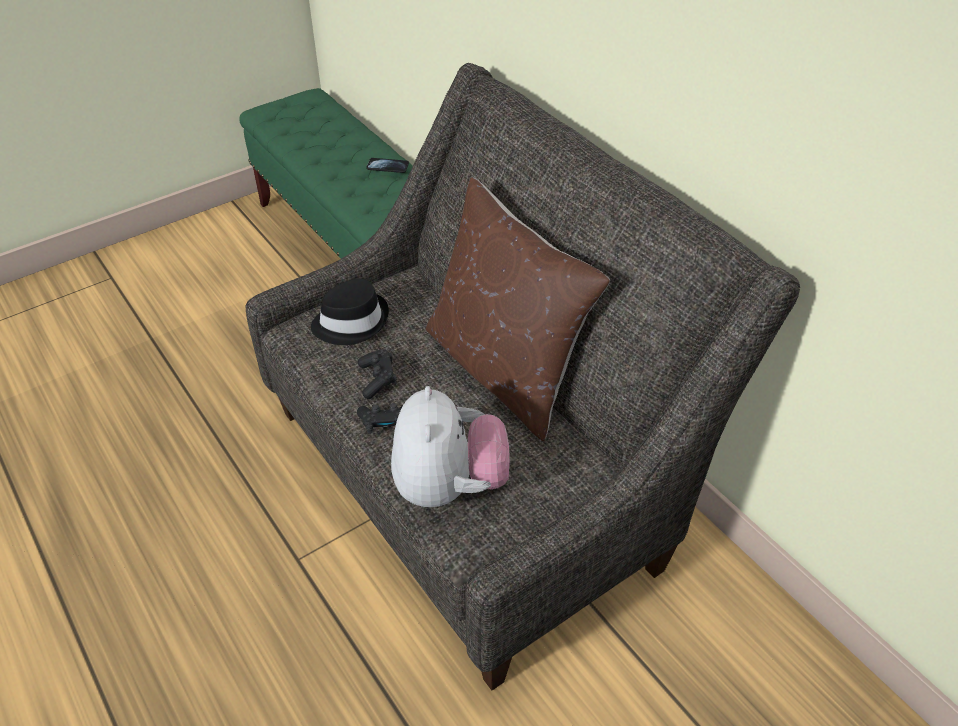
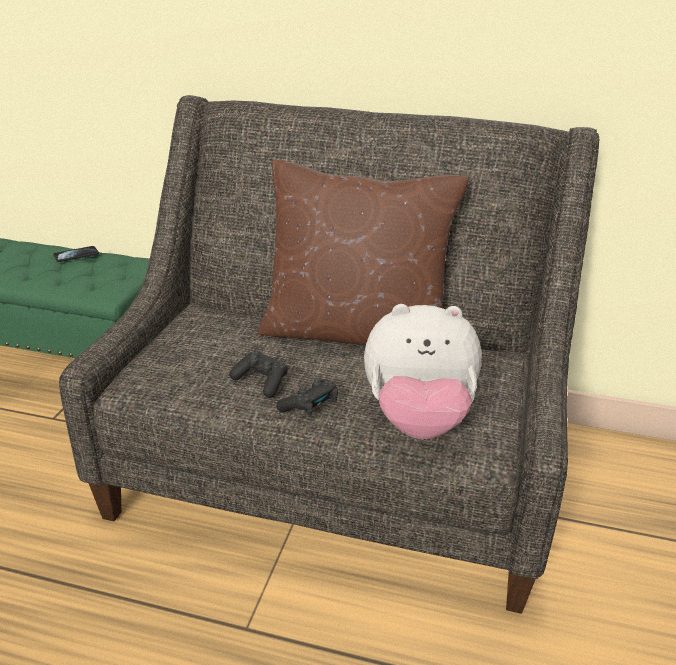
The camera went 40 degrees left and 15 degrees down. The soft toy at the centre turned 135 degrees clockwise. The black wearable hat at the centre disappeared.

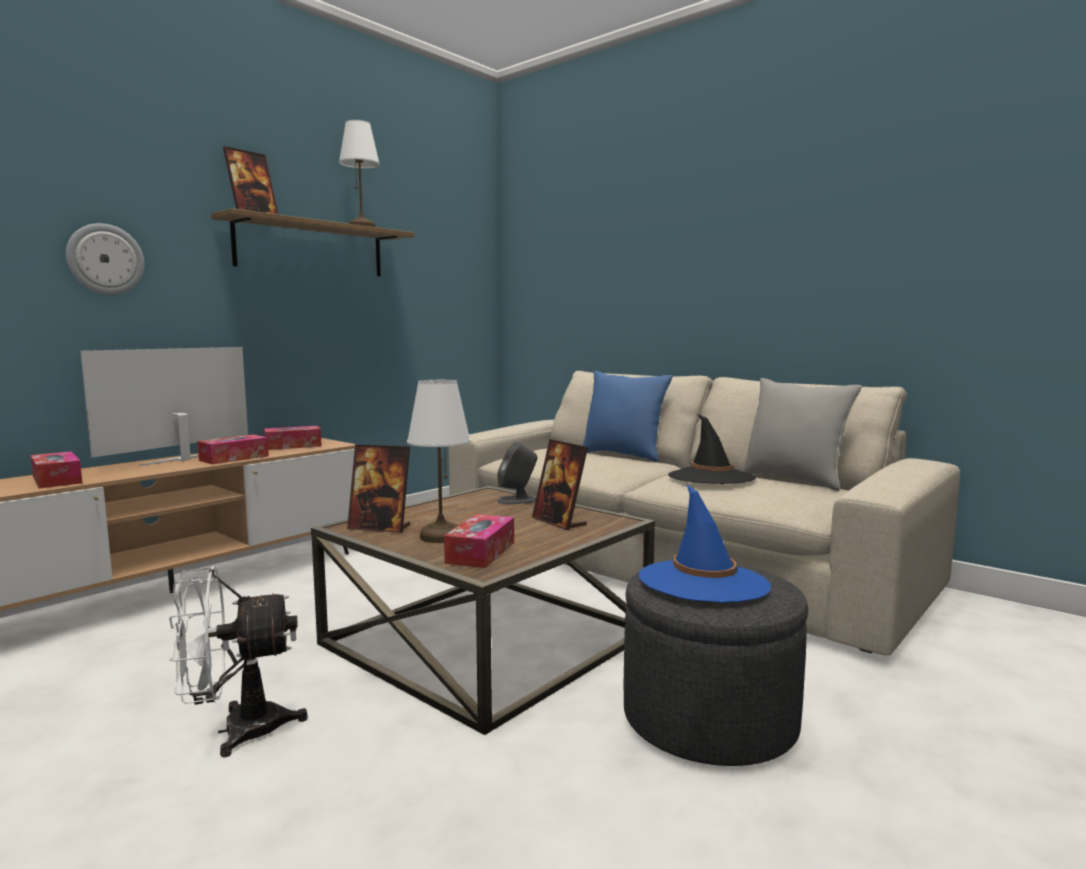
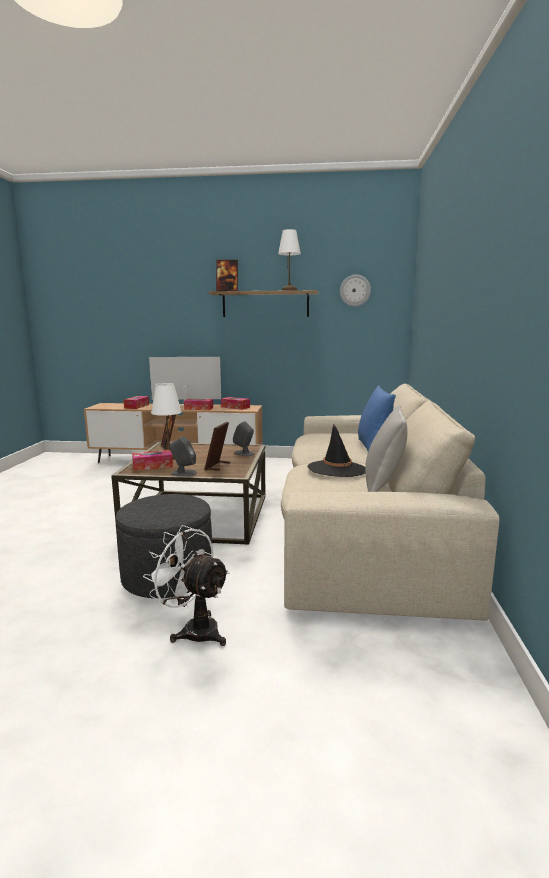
The camera went 55 degrees right and 5 degrees up. The whitish electric fan moved from the bottom left to the centre. The gray loudspeaker (1st from left) at the centre appeared. The hanging clock moved from the top left to the top centre. The bluish wearable hat at the centre disappeared.

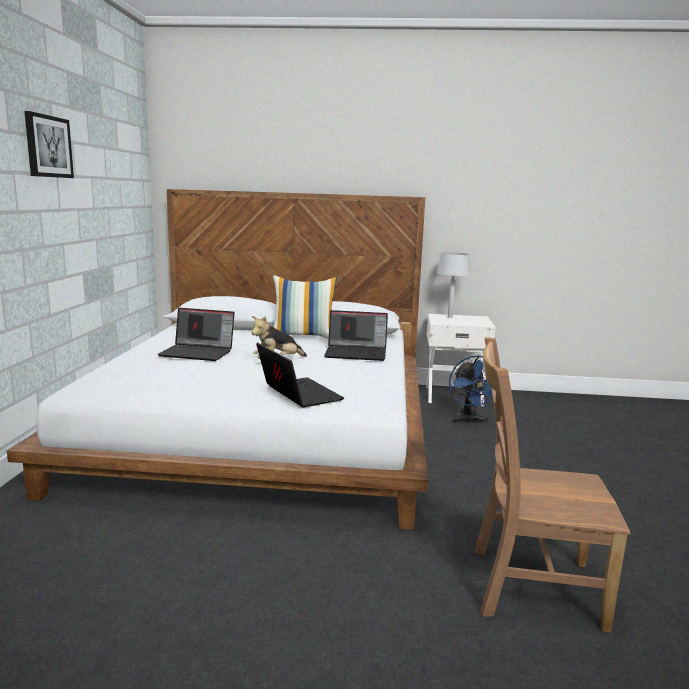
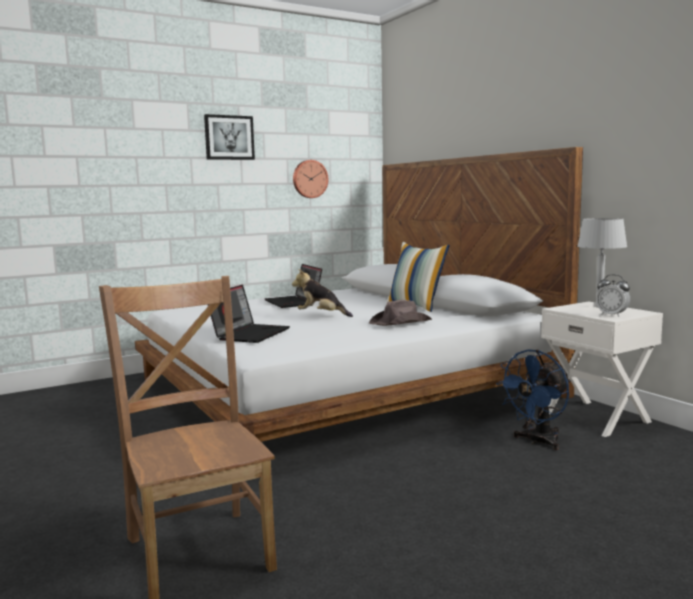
The camera went 55 degrees right and 5 degrees down. The hanging clock at the top centre appeared. The portable computer (3rd from left) at the centre was replaced by the brown-coloured wearable hat at the centre. The bedside clock at the middle right appeared.

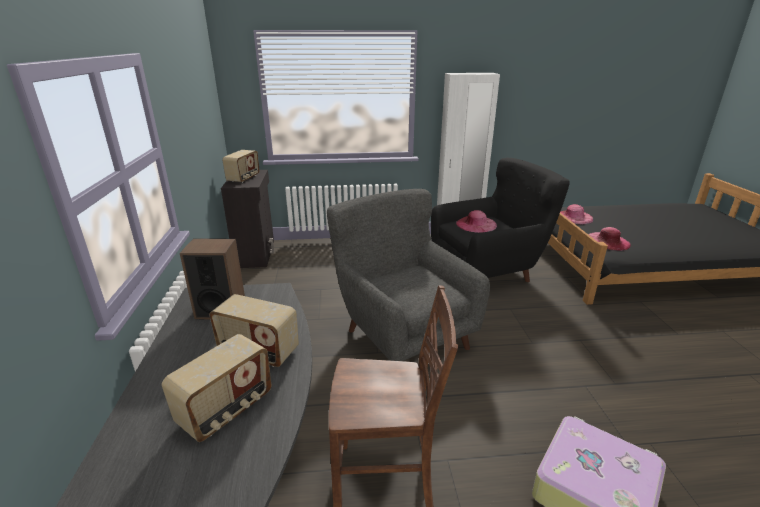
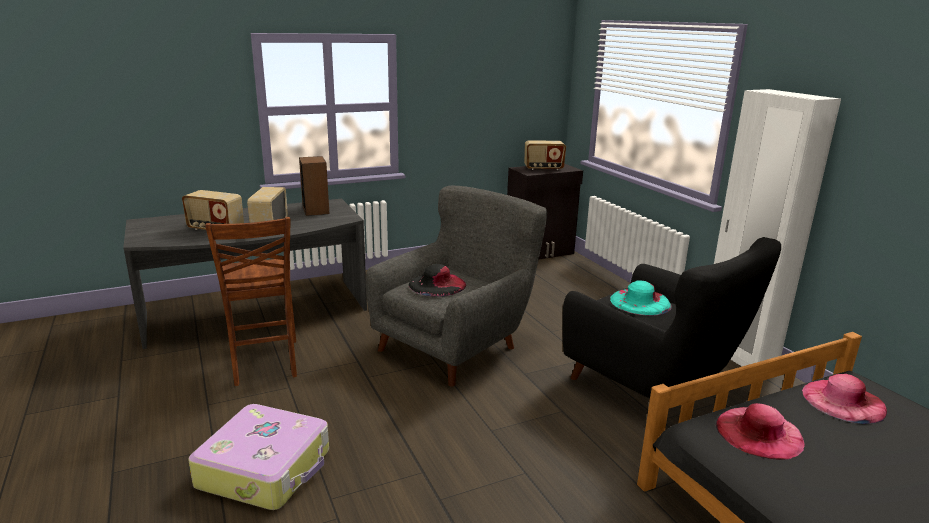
The camera went 70 degrees right and 5 degrees down. The black wearable hat at the centre appeared. The pinkish wearable hat (1st from left) at the centre became the turquoise wearable hat at the middle right.

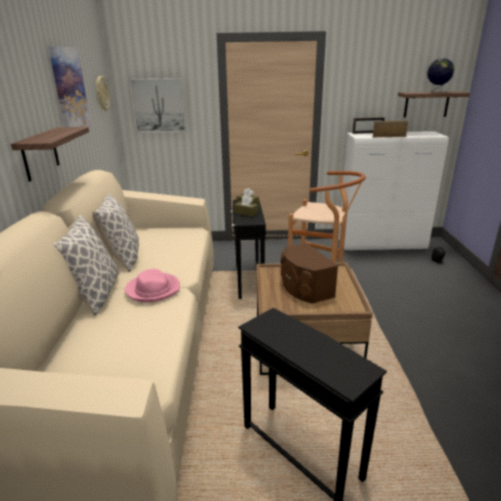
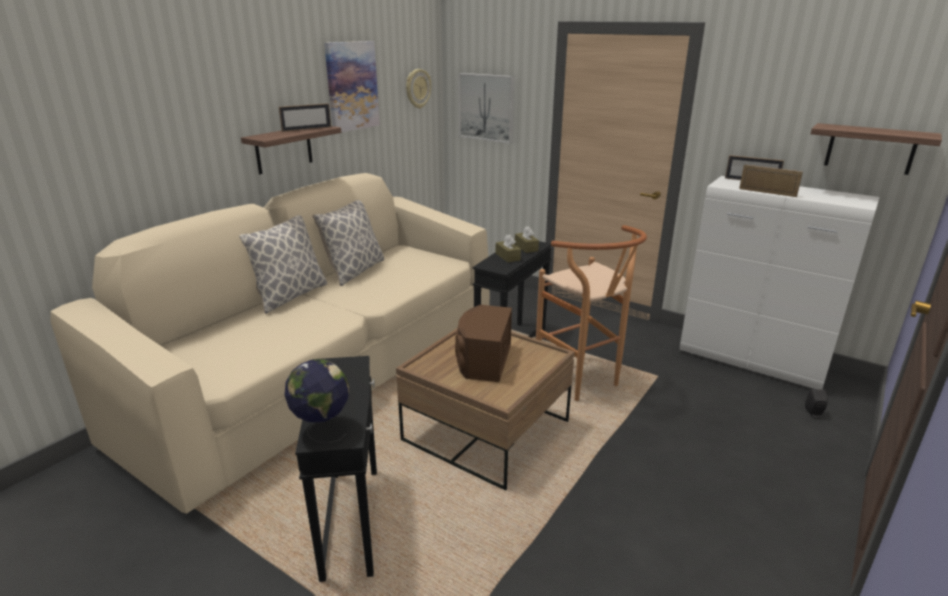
The camera went 35 degrees right and 0 degrees up. The picture frame (1st from left) at the top left appeared. The desk globe moved from the top right to the bottom centre. The pinkish wearable hat at the middle left disappeared.

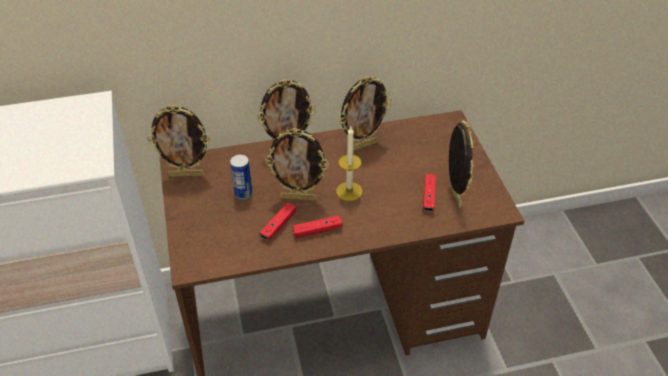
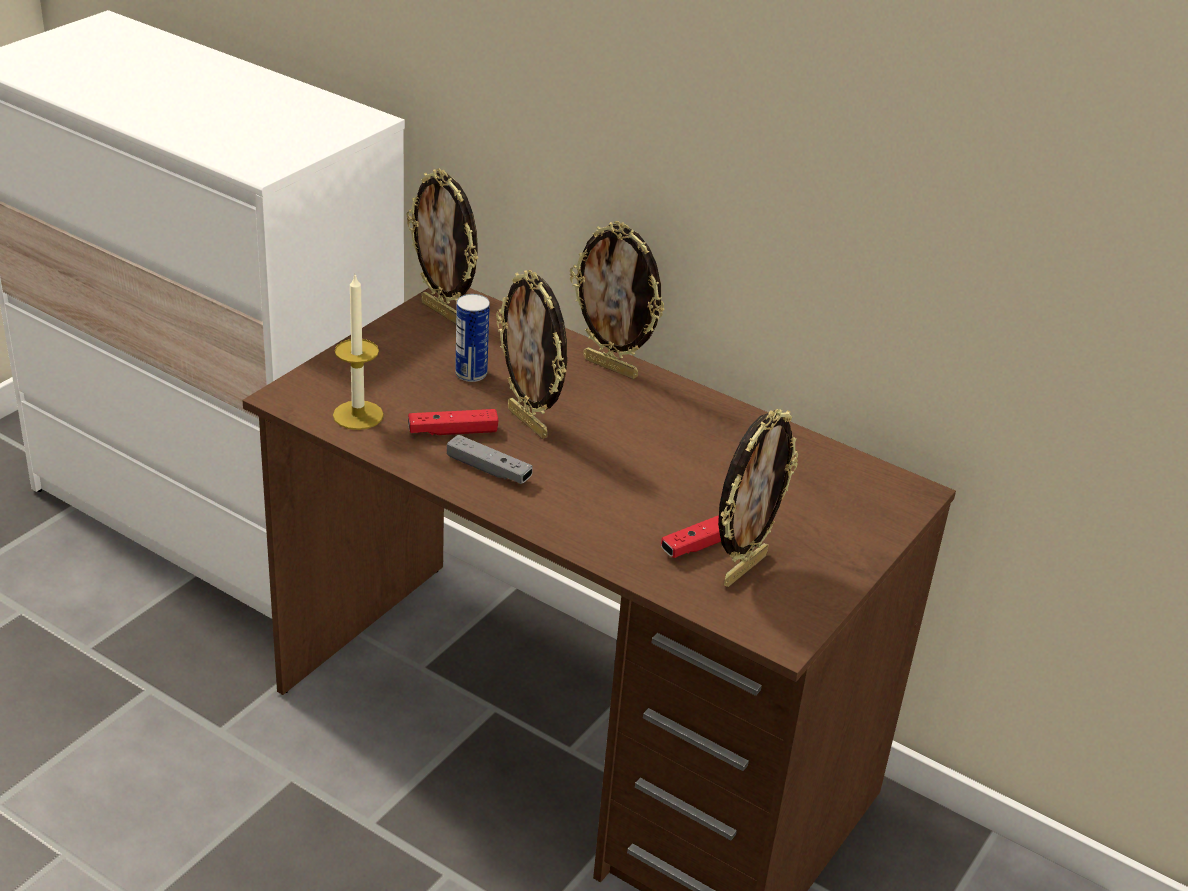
The camera went 45 degrees right and 10 degrees down. The candle moved from the centre to the middle left. The reddish joypad (2nd from left) at the centre became the gray joypad at the centre. The picture frame (4th from left) at the top centre disappeared.

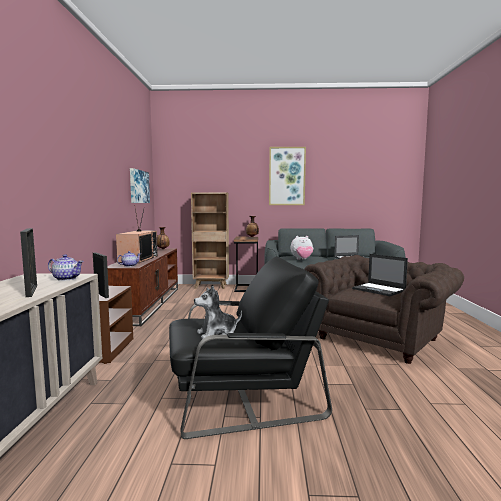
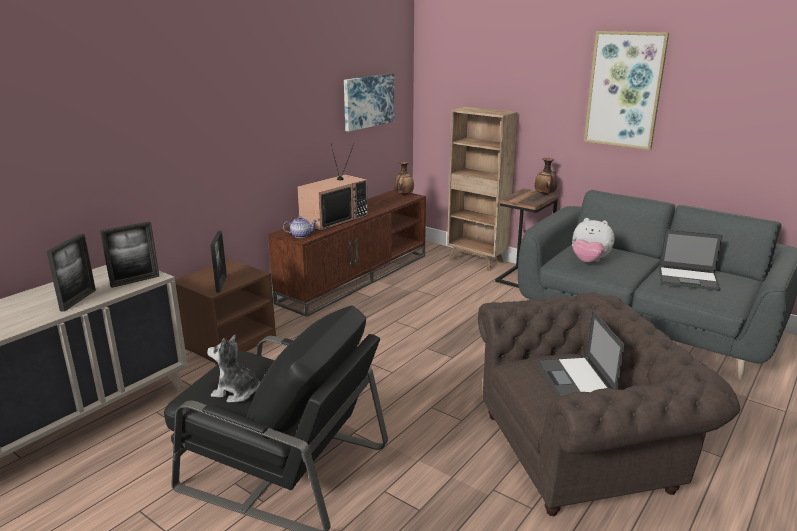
The camera went 35 degrees right and 15 degrees up. The tea pot (1st from left) at the middle left was replaced by the picture frame (2nd from left) at the middle left.

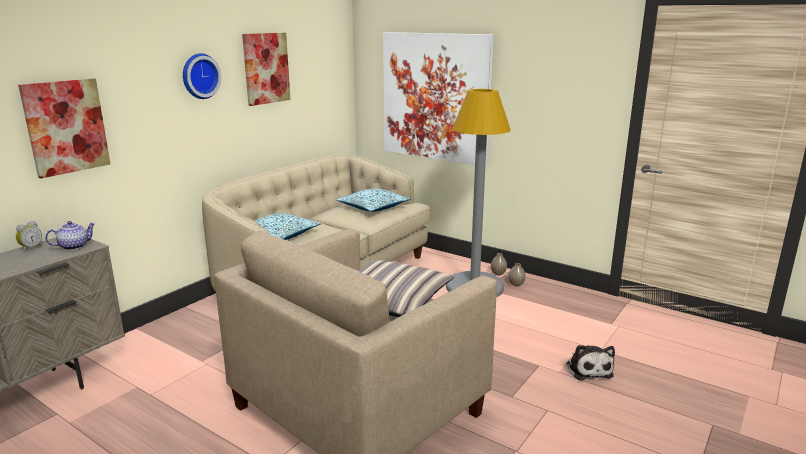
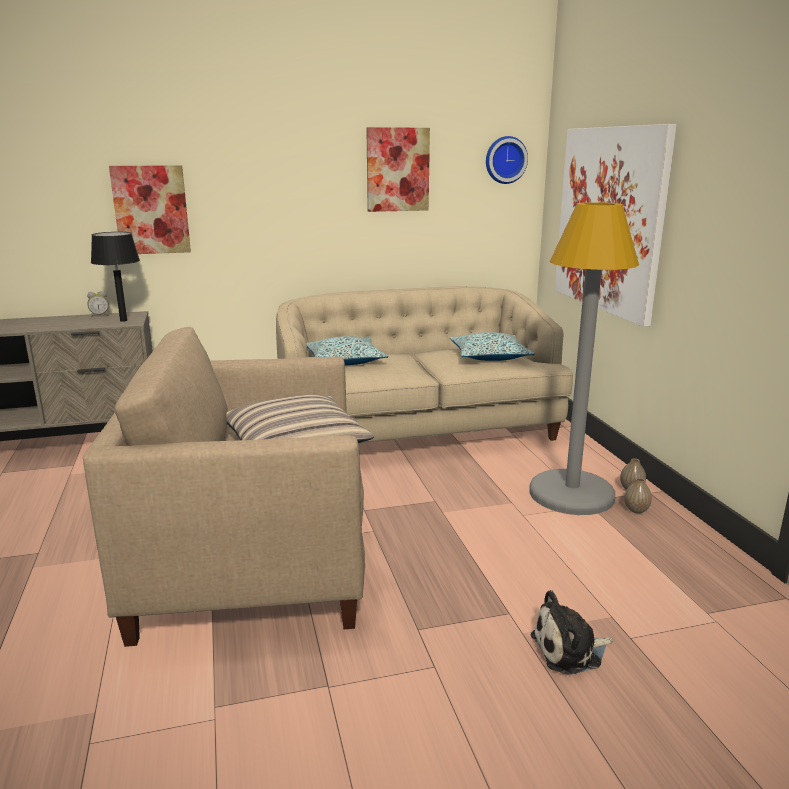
The camera went 40 degrees right and 0 degrees up. The tea pot at the middle left was replaced by the black lamp for a table at the middle left. The hanging clock moved from the top left to the top centre. The soft toy at the bottom right turned 45 degrees clockwise.

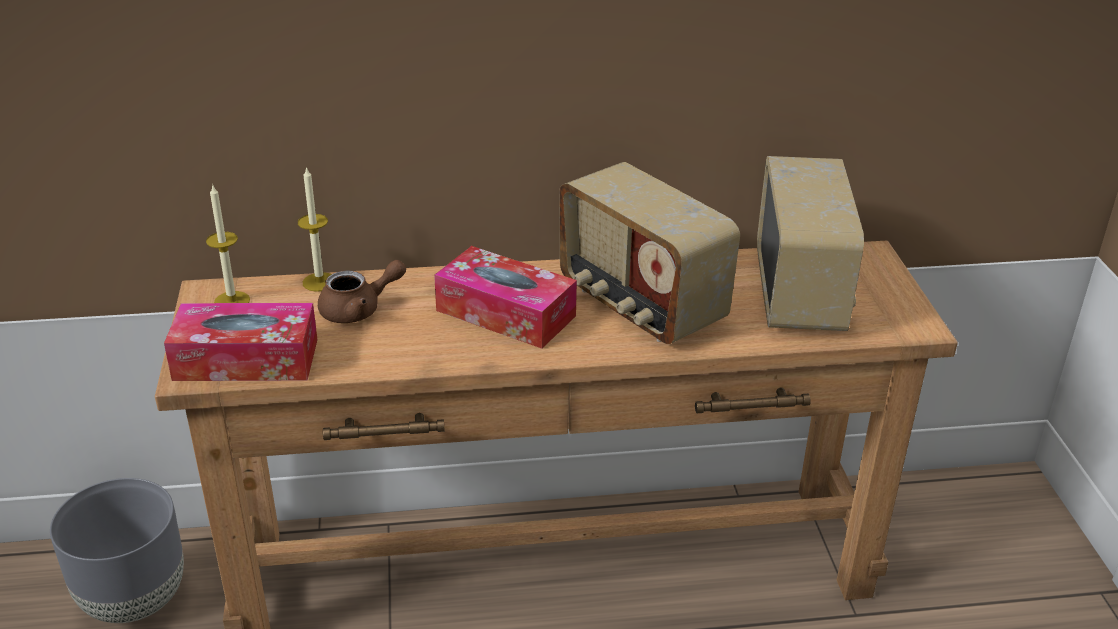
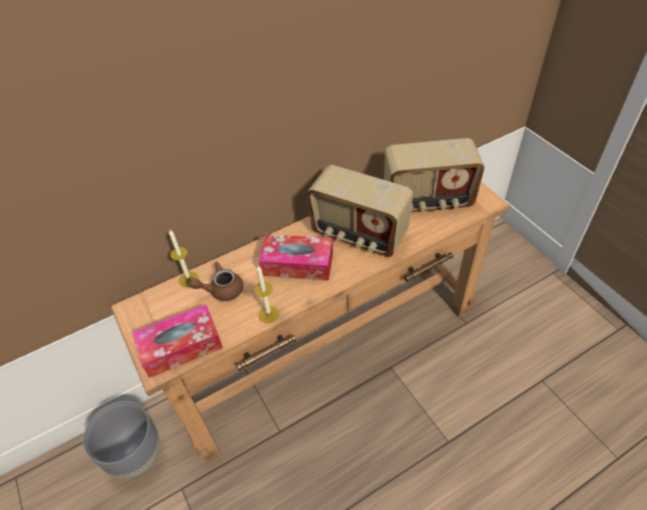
The camera went 20 degrees left and 15 degrees up. The brown-coloured tea pot at the middle left turned 150 degrees counterclockwise. The candle (1st from left in the first image) moved from the middle left to the centre. The radio receiver (2nd from left) at the middle right turned 105 degrees clockwise.

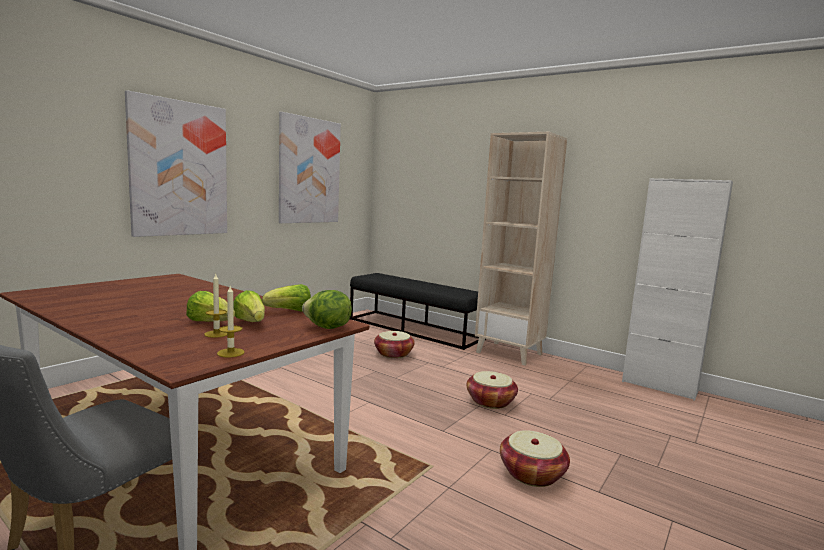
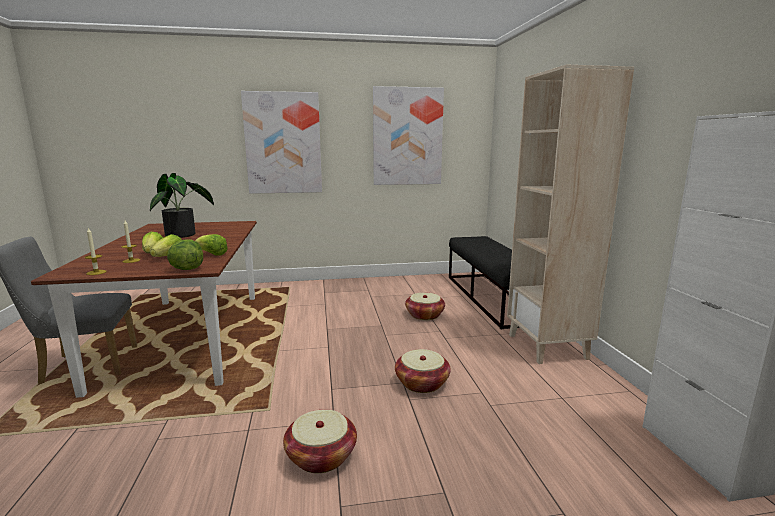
The camera went 45 degrees right and 5 degrees up. The plant in a pot at the middle left appeared.

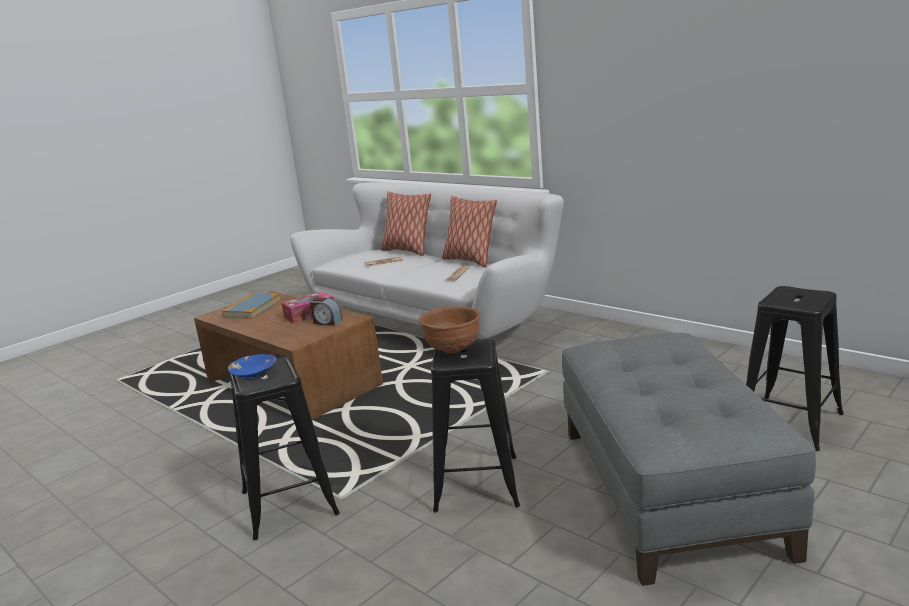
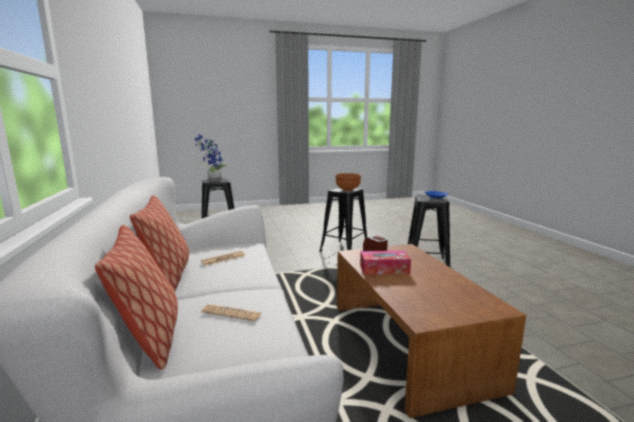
The camera went 150 degrees left and 5 degrees down. The plant in a pot at the middle left appeared. The book at the middle left disappeared. The gray ottoman at the bottom right disappeared.

